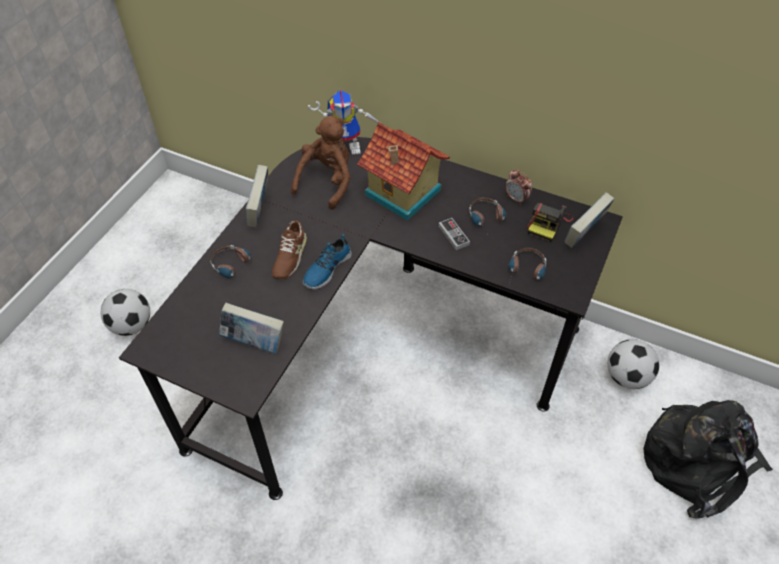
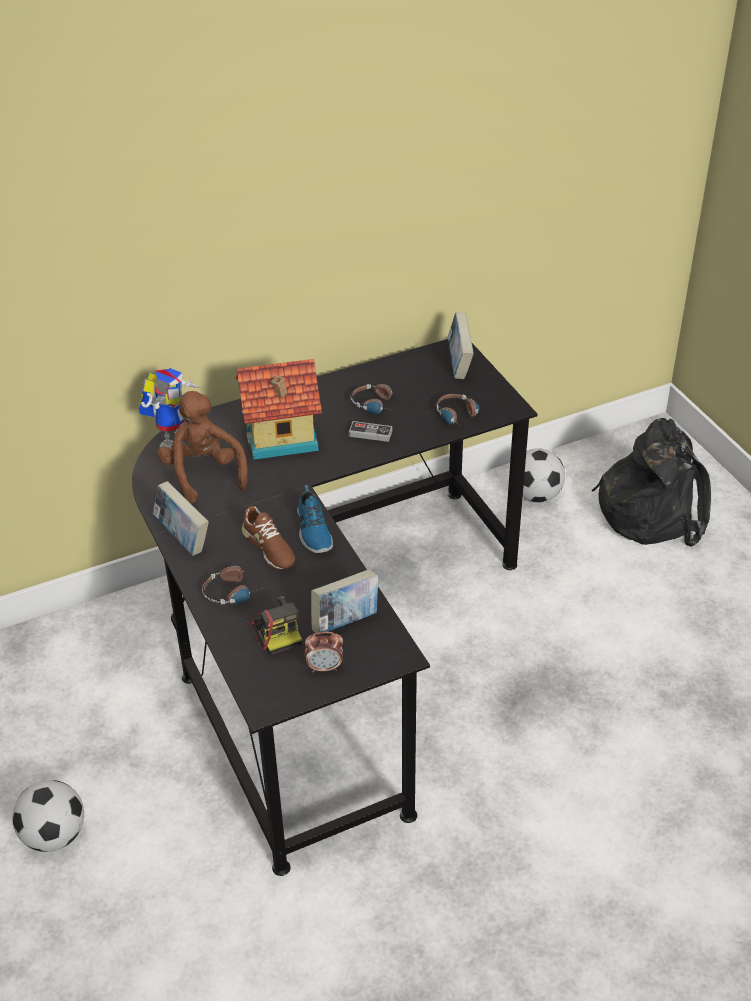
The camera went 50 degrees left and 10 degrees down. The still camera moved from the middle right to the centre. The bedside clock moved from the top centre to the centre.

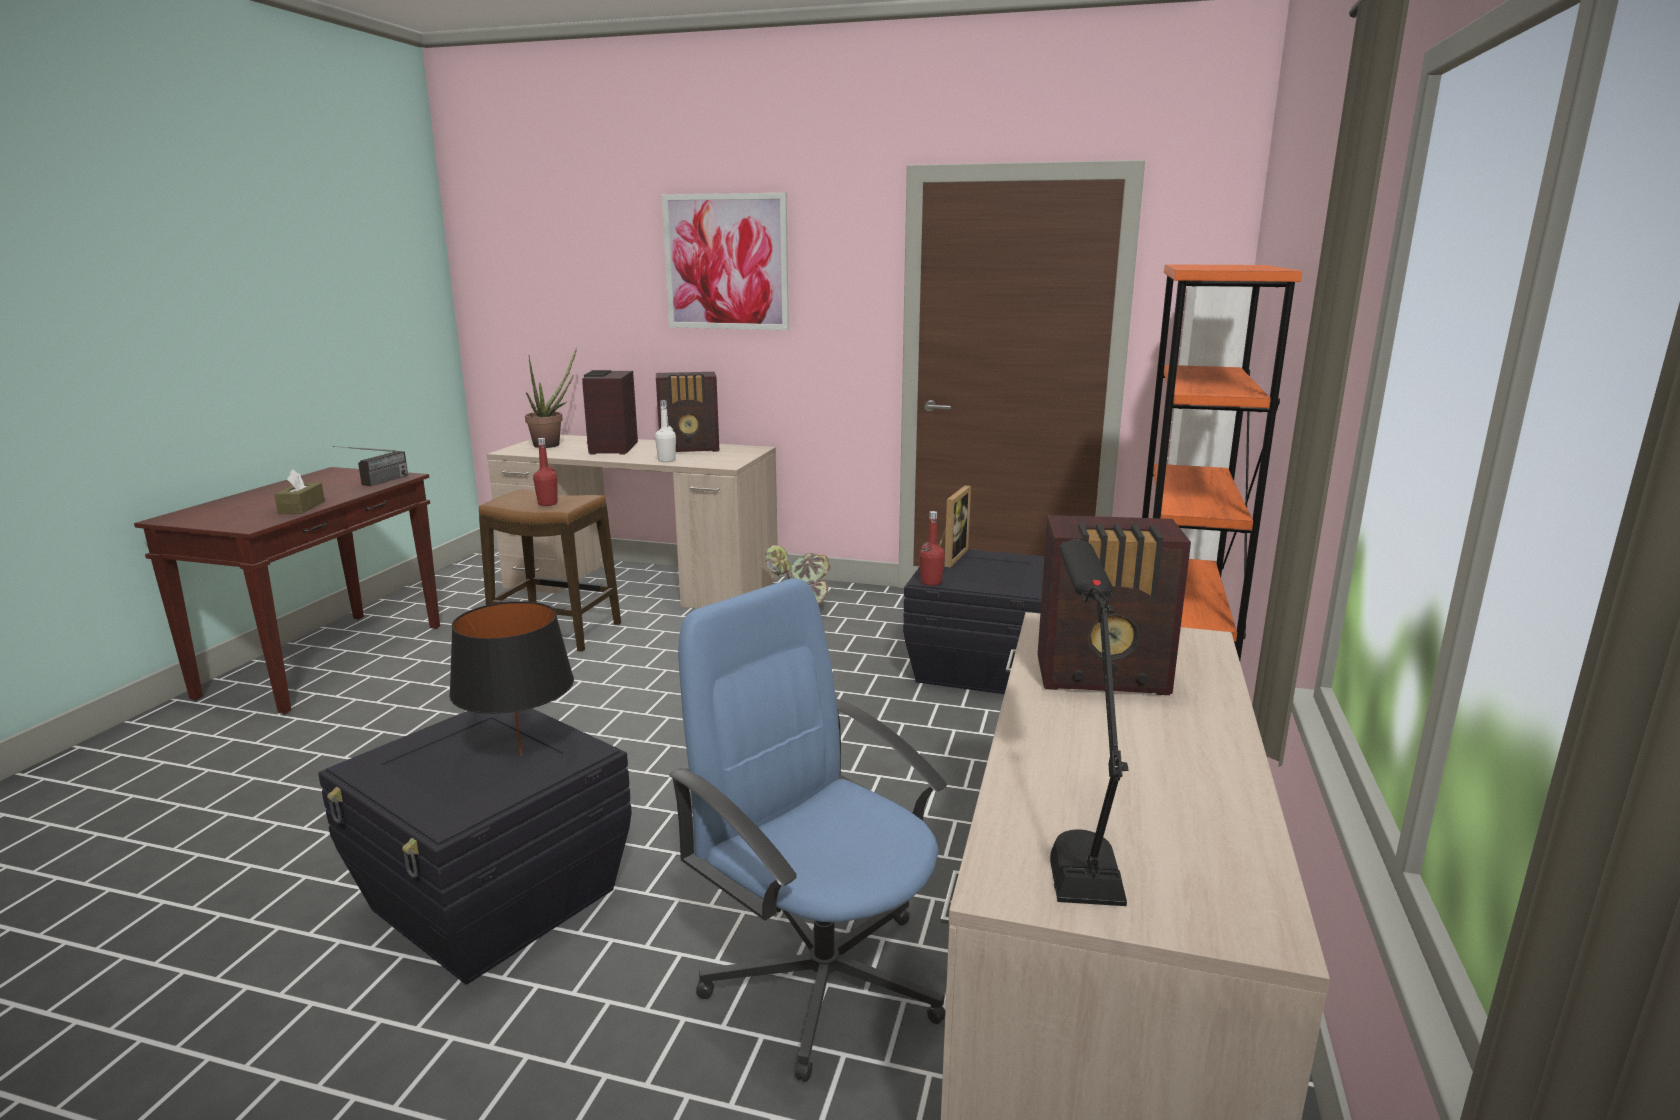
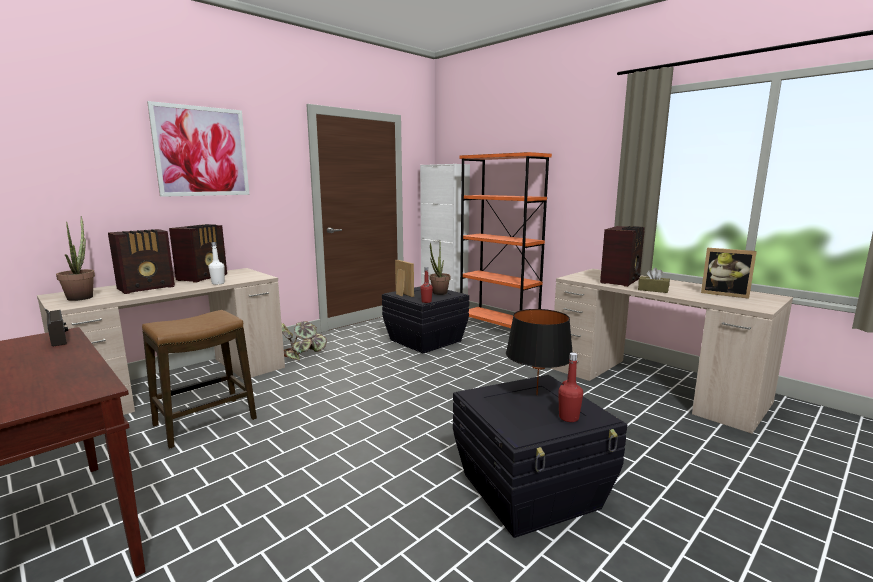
The camera went 60 degrees left and 5 degrees down. The radio receiver (2nd from left) at the centre turned 75 degrees counterclockwise. The plant in a pot (3rd from left) at the centre appeared. The reddish beverage bottle (1st from left in the first image) moved from the middle left to the centre. The brown-coloured box of tissues moved from the middle left to the middle right. The picture frame (2nd from left) at the middle right appeared. The bluish computer chair at the bottom centre disappeared. The black lamp for a table (2nd from left) at the centre disappeared.

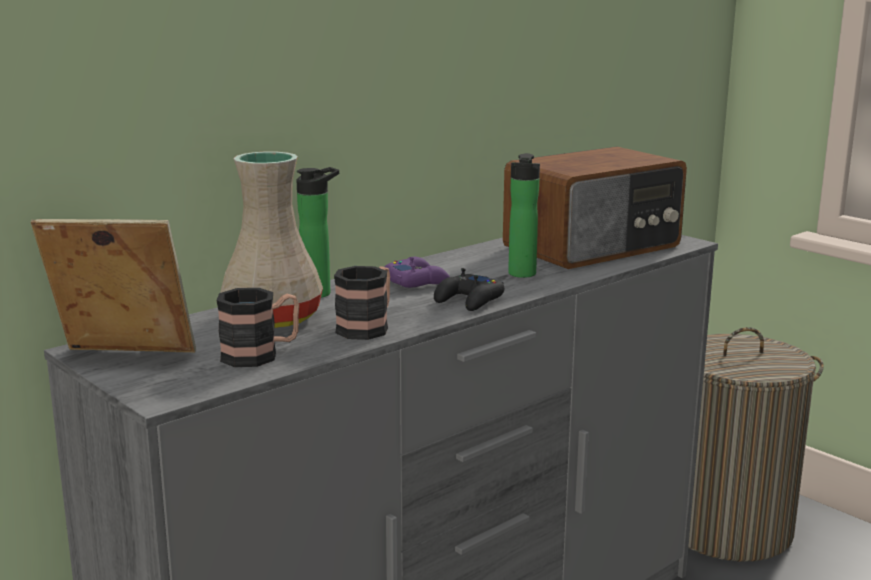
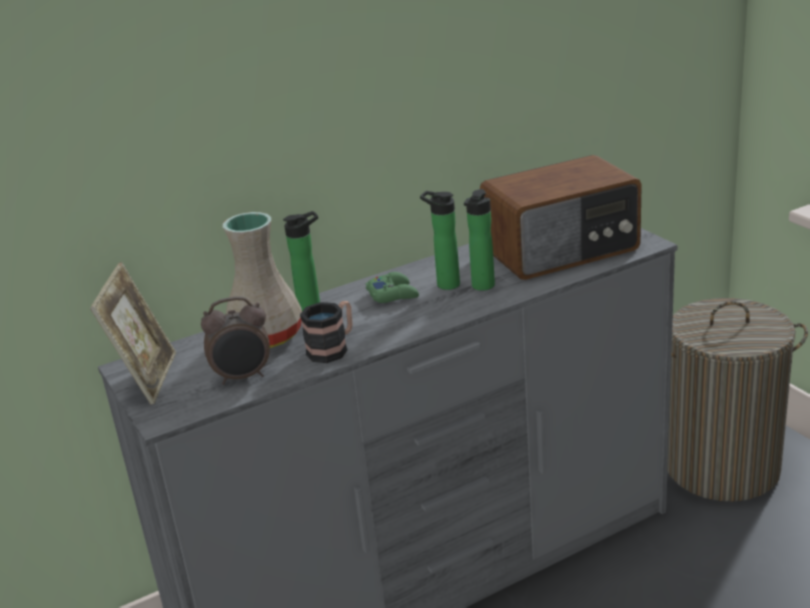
The camera went 15 degrees right and 10 degrees up. The picture frame at the middle left turned 75 degrees clockwise. The mug (1st from left) at the middle left was replaced by the bedside clock at the middle left. The purple joypad at the centre became the green joypad at the centre. The beverage bottle (2nd from left) at the centre appeared. The black joypad at the centre disappeared.

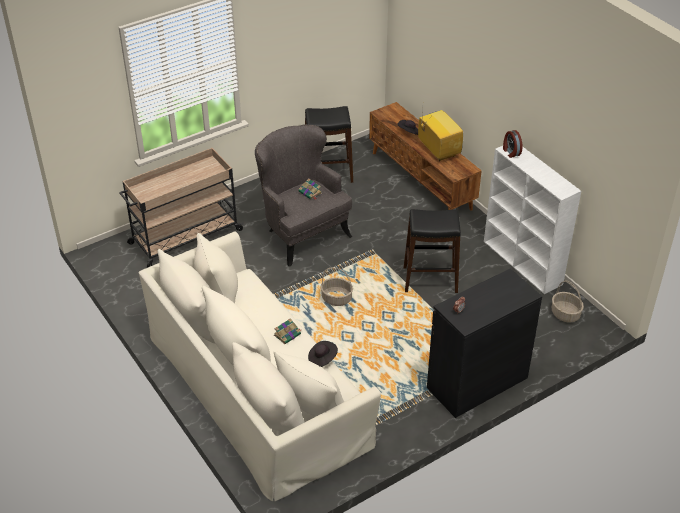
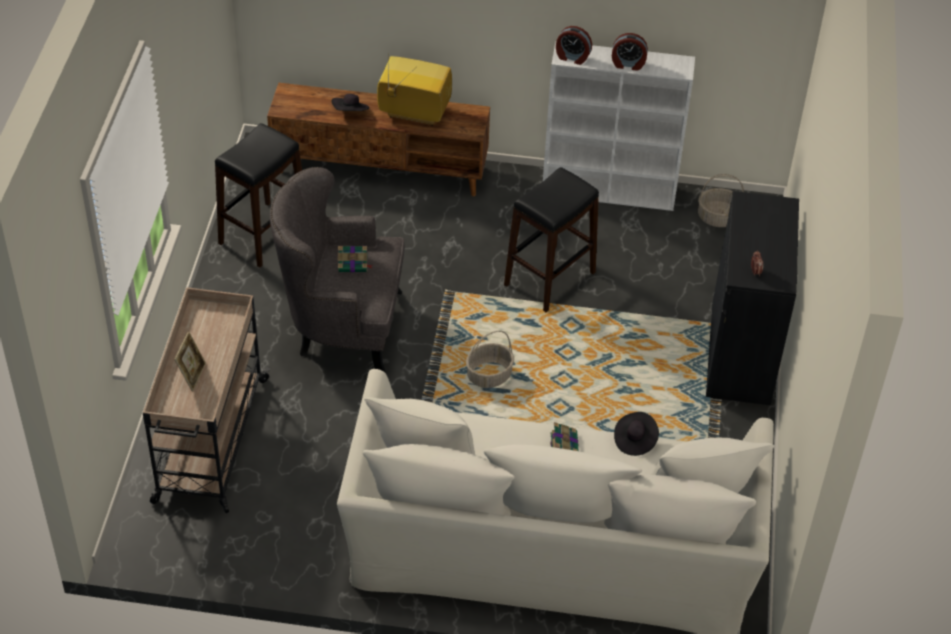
The camera went 50 degrees left and 5 degrees up. The picture frame at the middle left appeared. The bedside clock (2nd from left) at the top centre appeared.

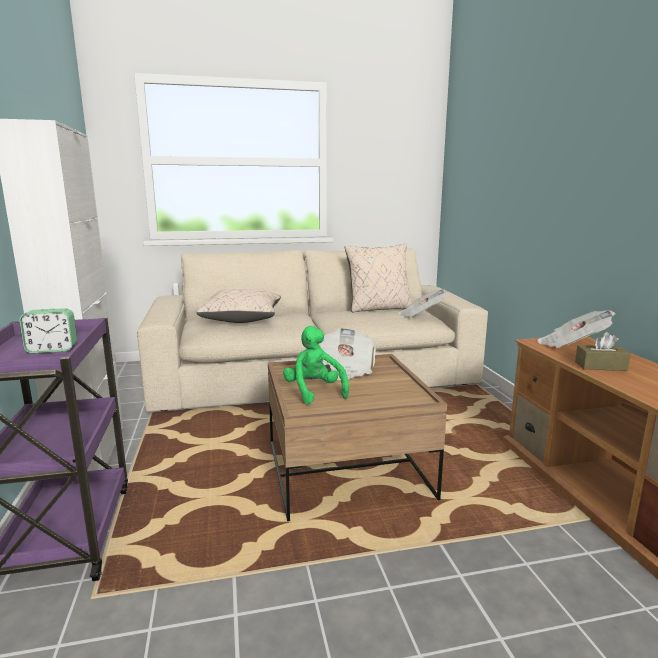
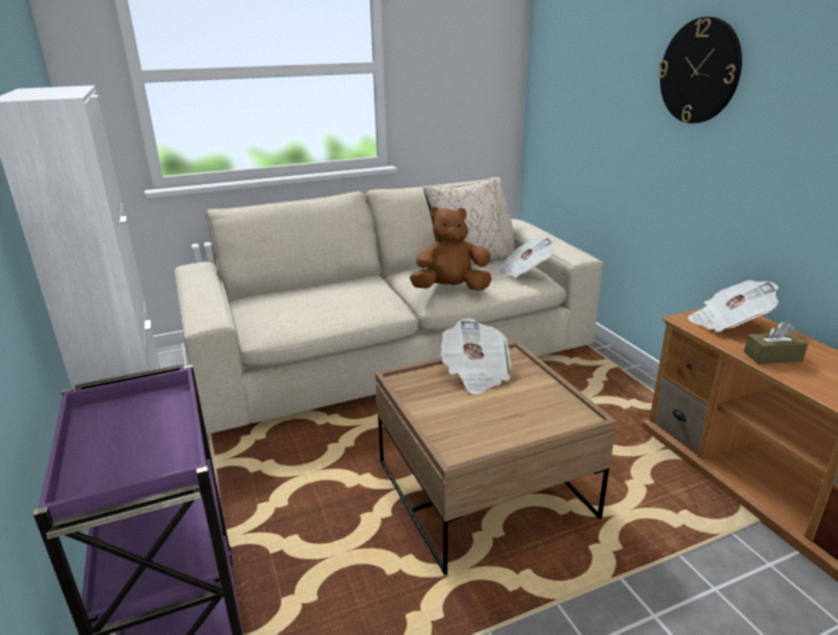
The camera went 10 degrees left and 10 degrees up. The brown-coloured soft toy at the centre appeared. The hanging clock at the top right appeared. The bedside clock at the middle left disappeared. The sand-coloured pillow (1st from left) at the centre disappeared. The green soft toy at the centre disappeared.

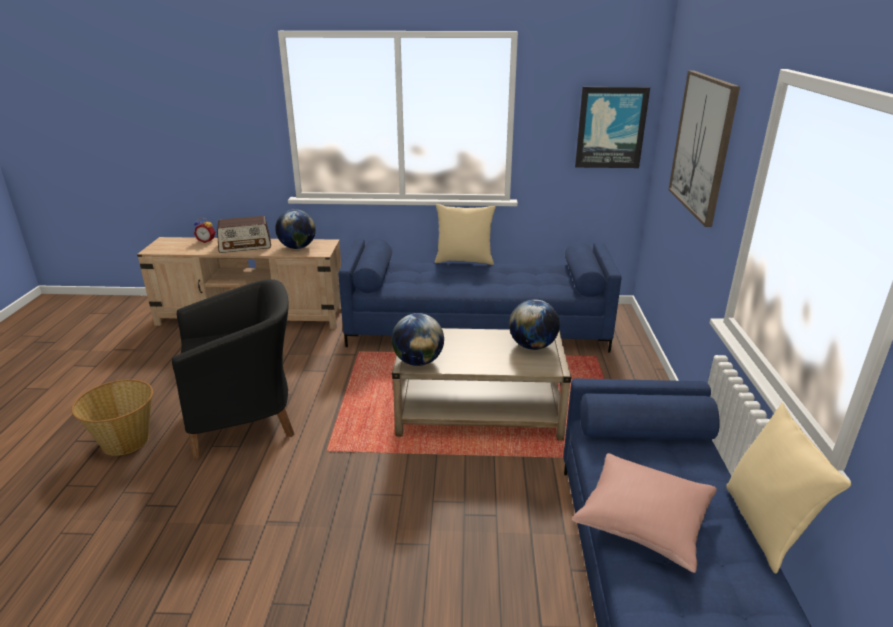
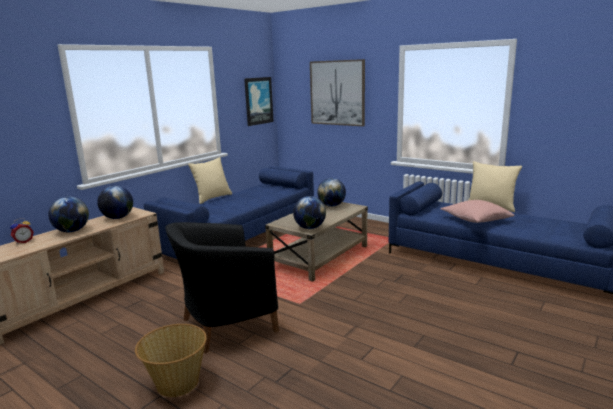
The camera went 55 degrees left and 10 degrees down. The radio receiver at the middle left was replaced by the desk globe (1st from left) at the middle left. The black armchair at the middle left turned 135 degrees counterclockwise.

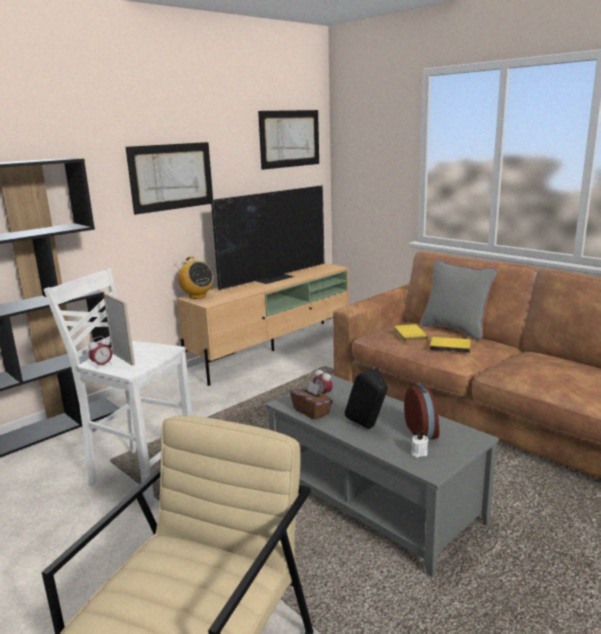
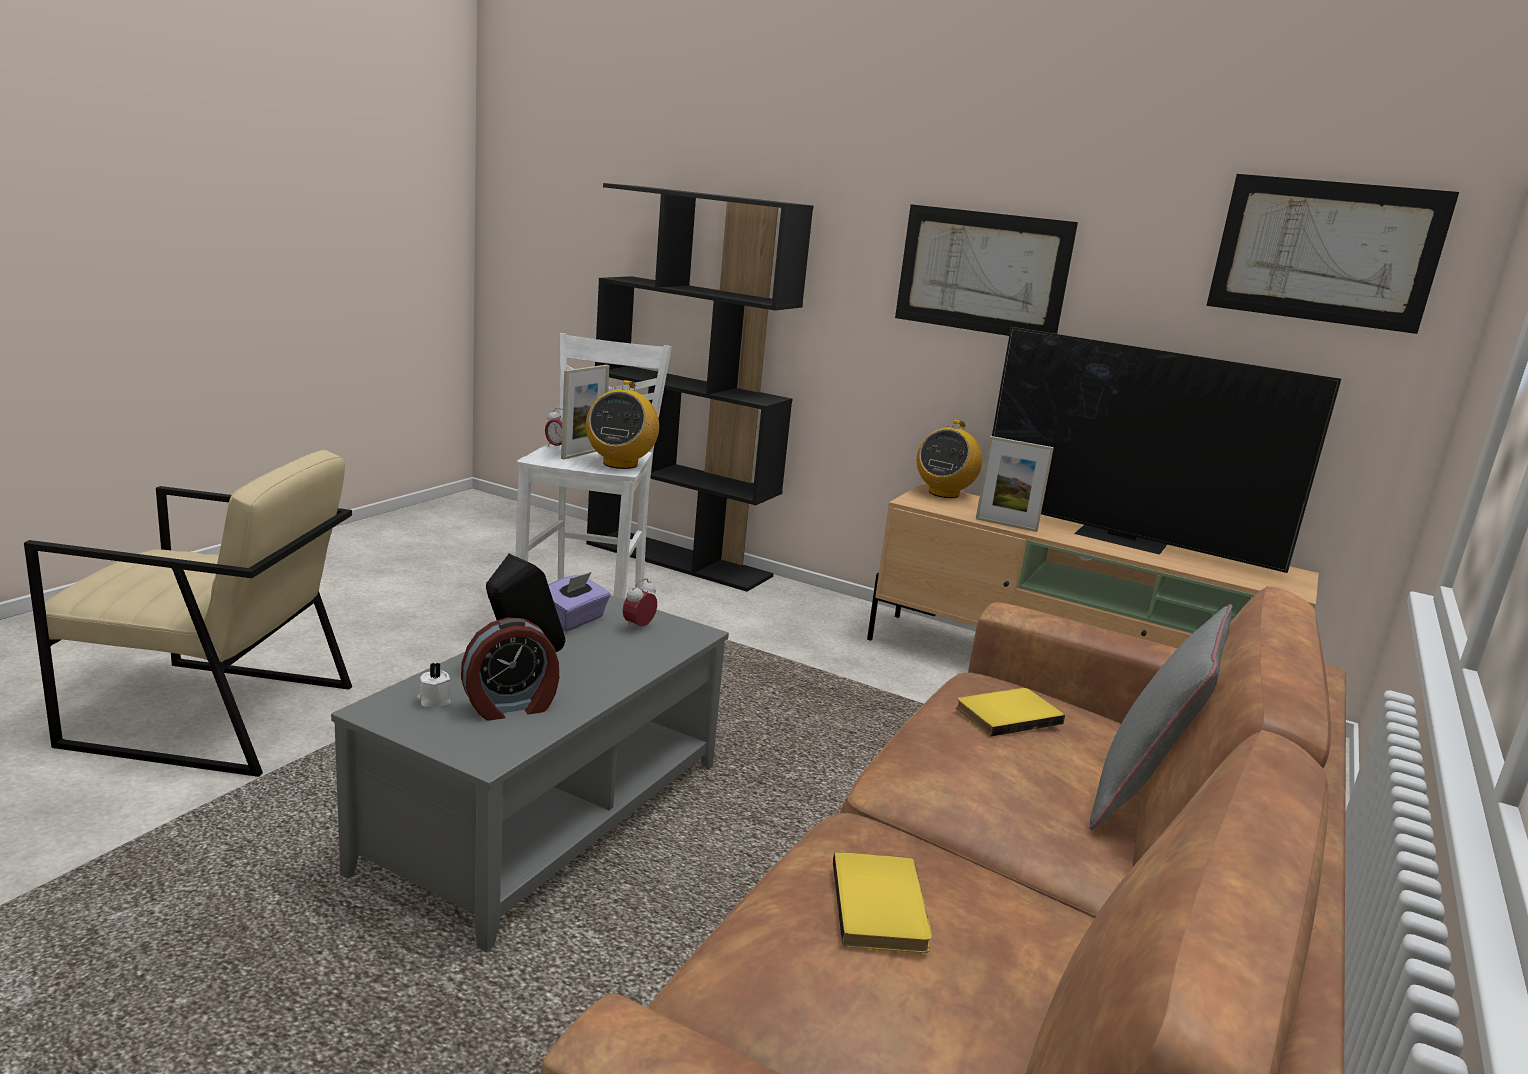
The camera went 70 degrees right and 0 degrees up. The brown-coloured box of tissues at the centre became the purple box of tissues at the centre. The radio receiver (1st from left) at the centre appeared. The yellow book (2nd from left in the first image) moved from the middle right to the bottom centre. The picture frame (2nd from left) at the centre appeared.

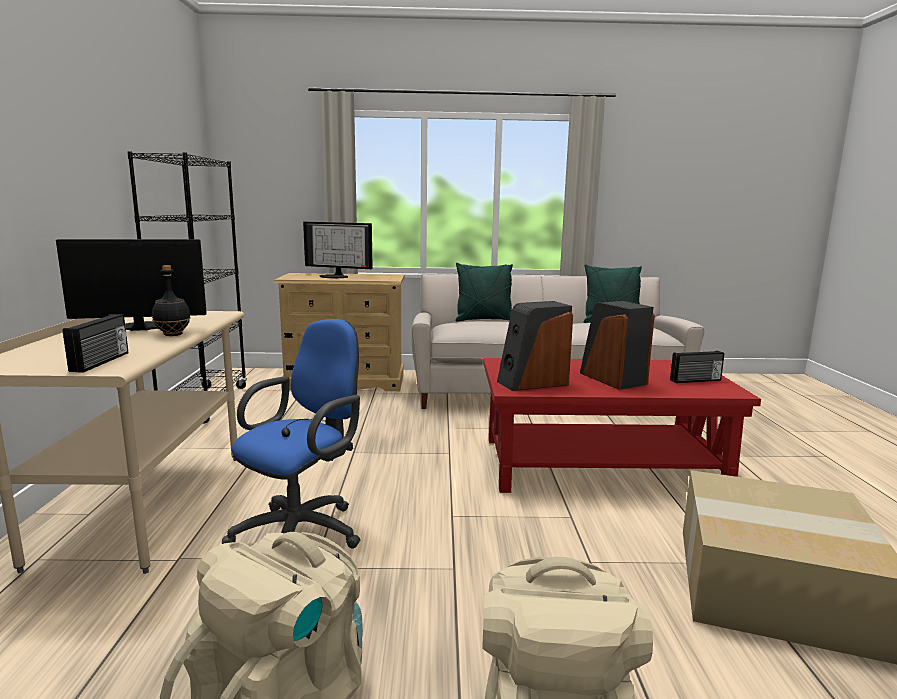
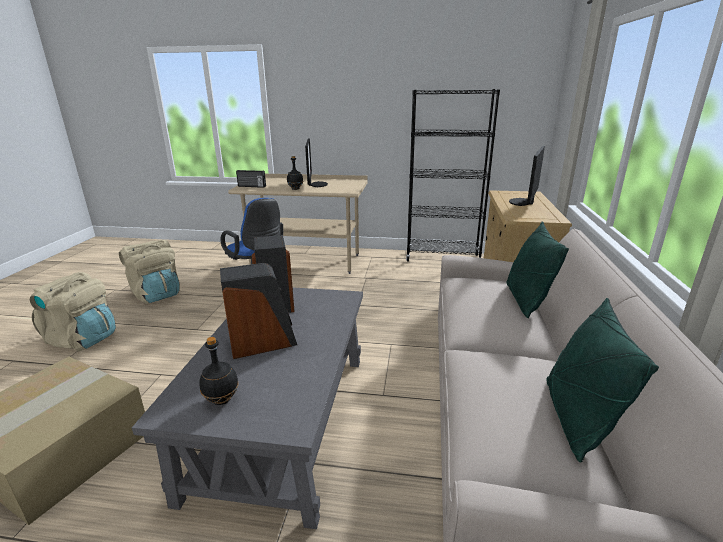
The camera went 100 degrees right and 10 degrees up. The reddish coffee table at the middle right became the gray coffee table at the bottom centre. The radio receiver (2nd from left) at the middle right was replaced by the black beverage bottle (1st from left) at the bottom left.

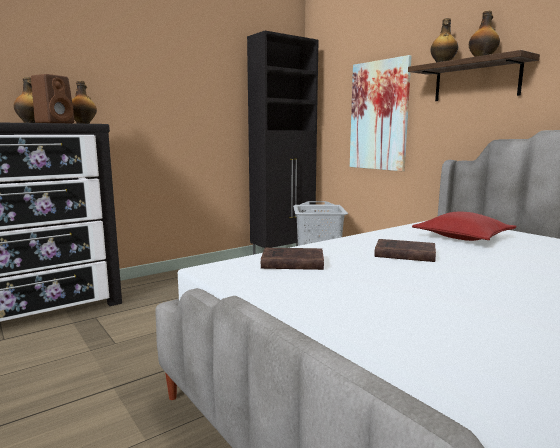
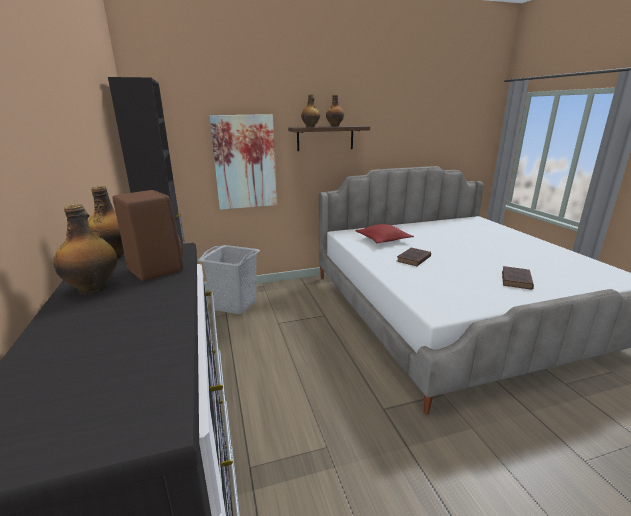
The camera went 70 degrees left and 10 degrees up. The brown-coloured book (1st from left in the first image) moved from the centre to the middle right.

